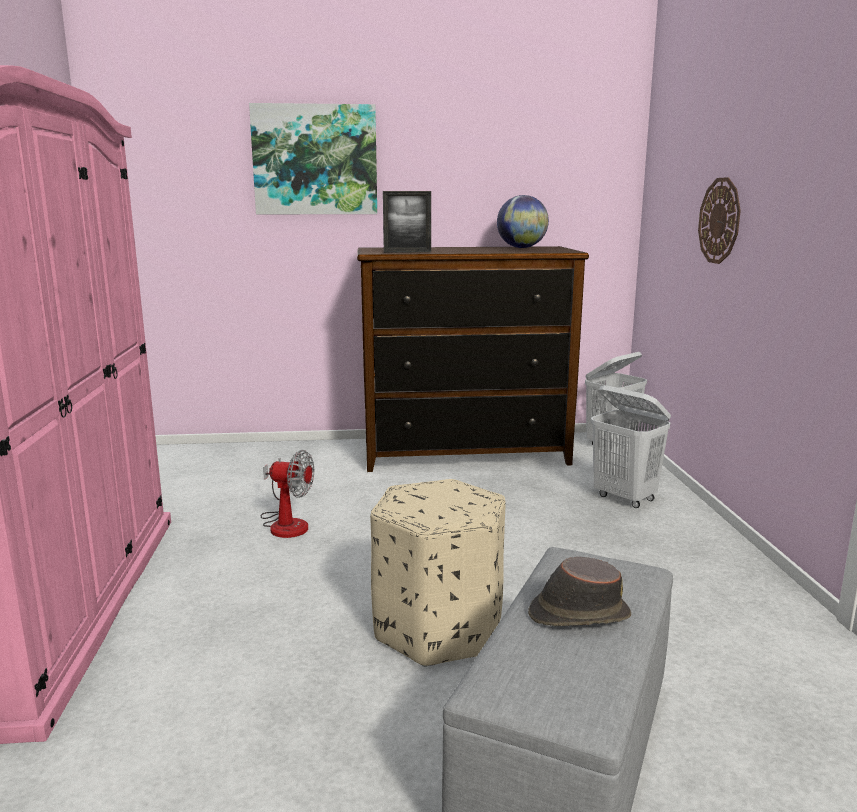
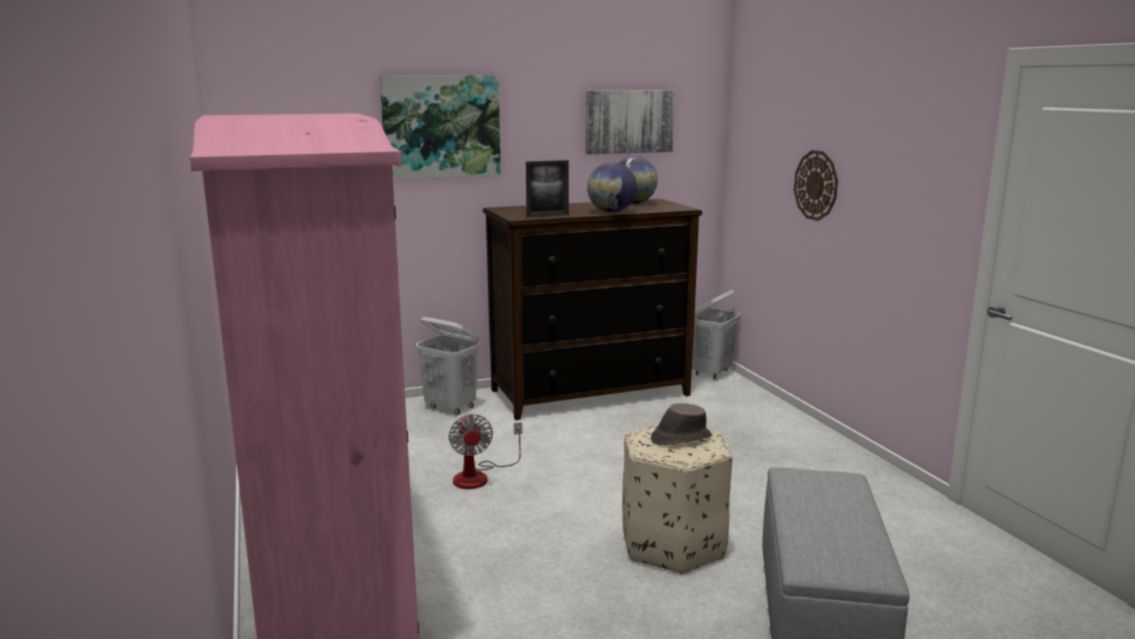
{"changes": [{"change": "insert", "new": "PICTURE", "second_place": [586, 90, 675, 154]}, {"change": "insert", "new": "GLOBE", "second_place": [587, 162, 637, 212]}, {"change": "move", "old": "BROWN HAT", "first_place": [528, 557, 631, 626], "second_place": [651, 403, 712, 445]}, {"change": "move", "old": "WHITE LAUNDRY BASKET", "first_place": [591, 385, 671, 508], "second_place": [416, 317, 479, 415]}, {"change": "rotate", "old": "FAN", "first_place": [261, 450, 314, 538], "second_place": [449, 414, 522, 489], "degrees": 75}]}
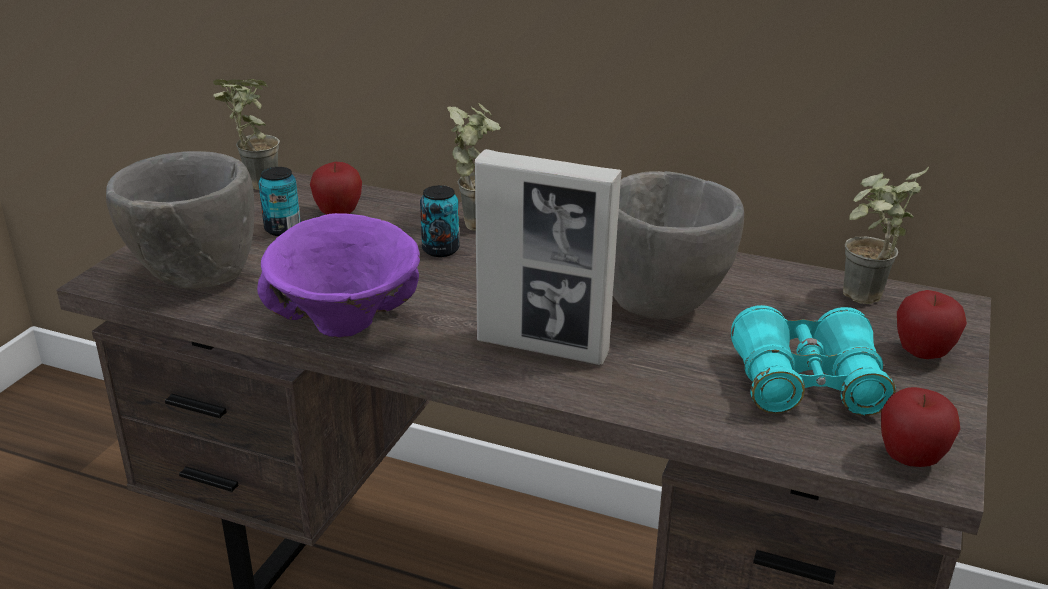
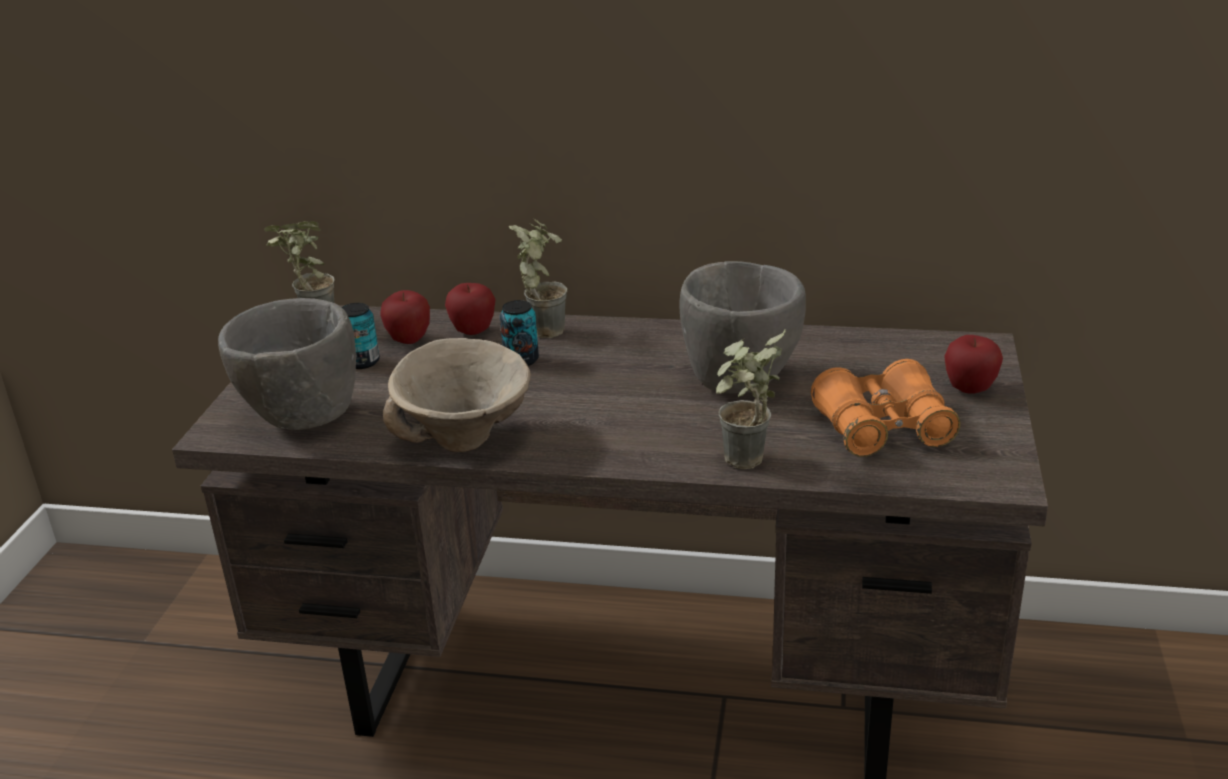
{"changes": [{"change": "delete", "old": "PICTURE FRAME", "first_place": [475, 149, 622, 365]}, {"change": "move", "old": "POTTED PLANT", "first_place": [843, 167, 929, 304], "second_place": [716, 330, 786, 469]}, {"change": "move", "old": "APPLE", "first_place": [881, 387, 960, 467], "second_place": [445, 283, 496, 335]}, {"change": "recolor", "old": "PURPLE BOWL", "new": "BEIGE BOWL", "first_place": [257, 213, 420, 338], "second_place": [383, 338, 531, 452]}, {"change": "recolor", "old": "TURQUOISE BINOCULARS", "new": "ORANGE BINOCULARS", "first_place": [731, 305, 896, 416], "second_place": [811, 359, 960, 457]}]}
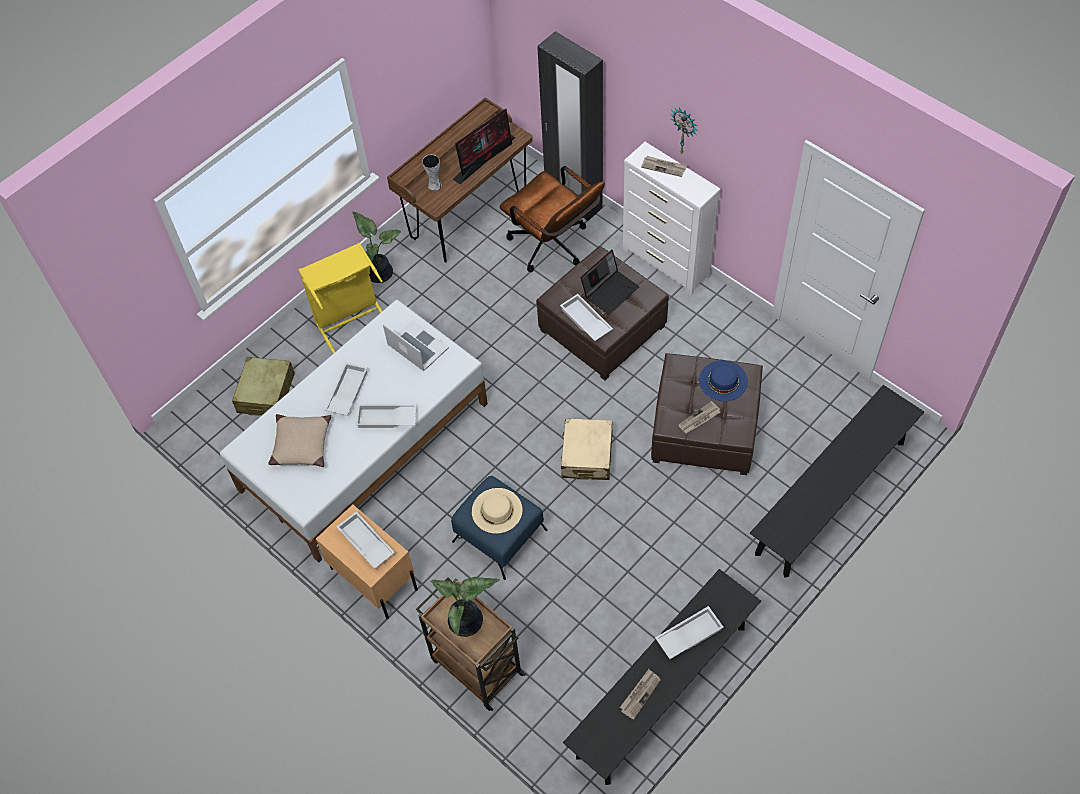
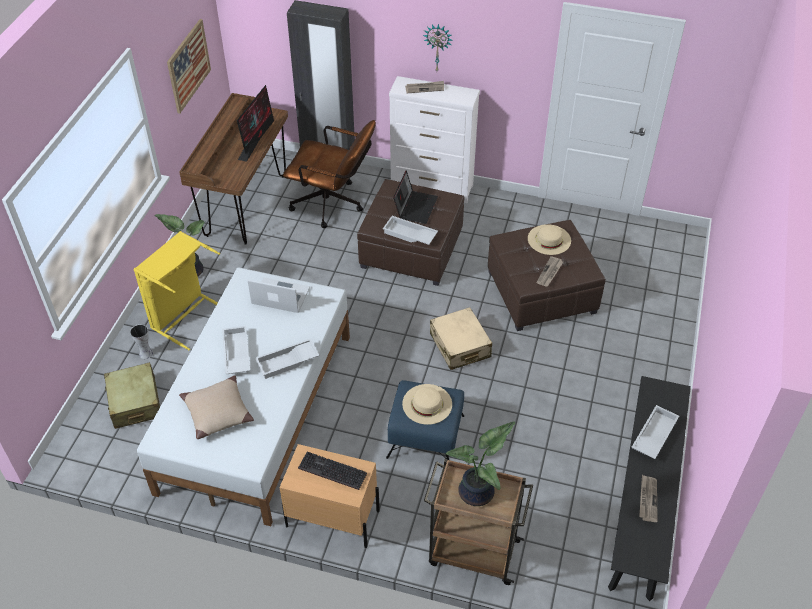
{"changes": [{"change": "delete", "old": "BLACK BENCH", "first_place": [750, 385, 924, 578]}, {"change": "insert", "new": "PICTURE", "second_place": [167, 19, 211, 114]}, {"change": "move", "old": "VASE", "first_place": [422, 154, 442, 191], "second_place": [130, 324, 153, 359]}, {"change": "replace", "old": "WHITE TRAY", "new": "KEYBOARD", "first_place": [337, 511, 395, 569], "second_place": [298, 452, 367, 490]}, {"change": "recolor", "old": "BLUE HAT", "new": "BEIGE HAT", "first_place": [699, 360, 748, 401], "second_place": [528, 224, 571, 255]}]}
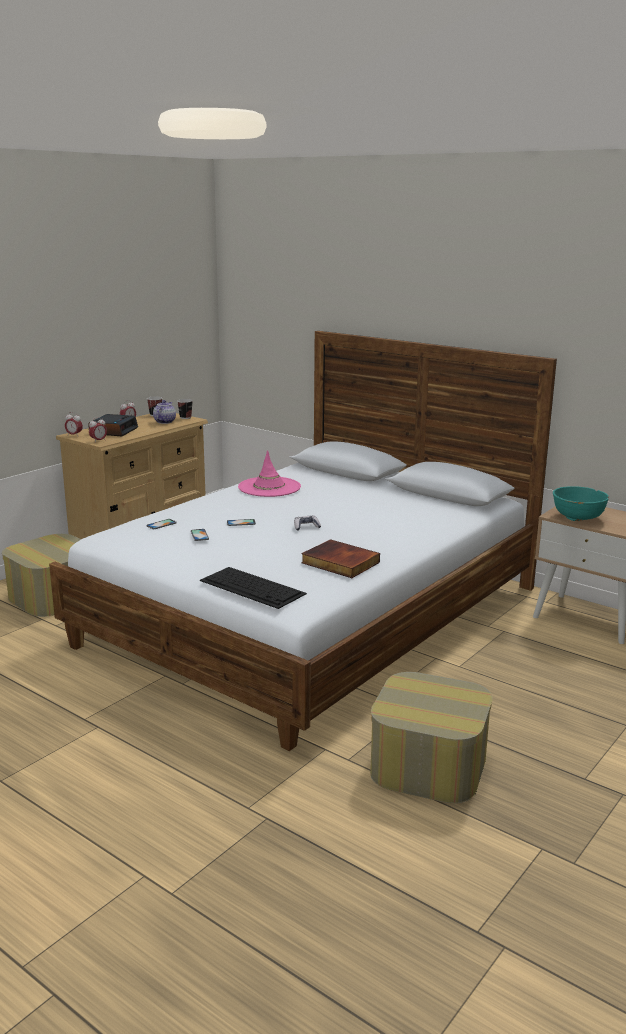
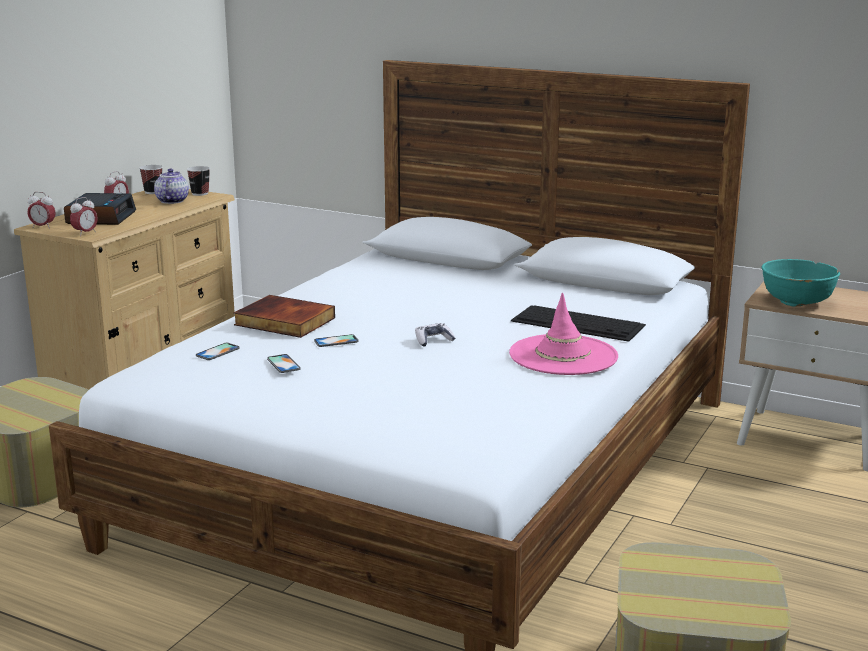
{"changes": [{"change": "move", "old": "KEYBOARD", "first_place": [200, 567, 307, 609], "second_place": [511, 305, 646, 342]}, {"change": "move", "old": "PINK HAT", "first_place": [238, 450, 301, 497], "second_place": [509, 293, 618, 375]}, {"change": "move", "old": "BOOK", "first_place": [301, 539, 380, 578], "second_place": [233, 295, 335, 338]}]}
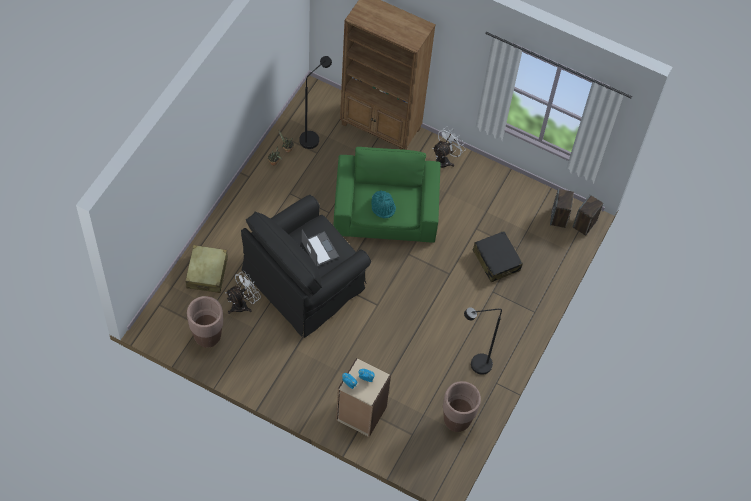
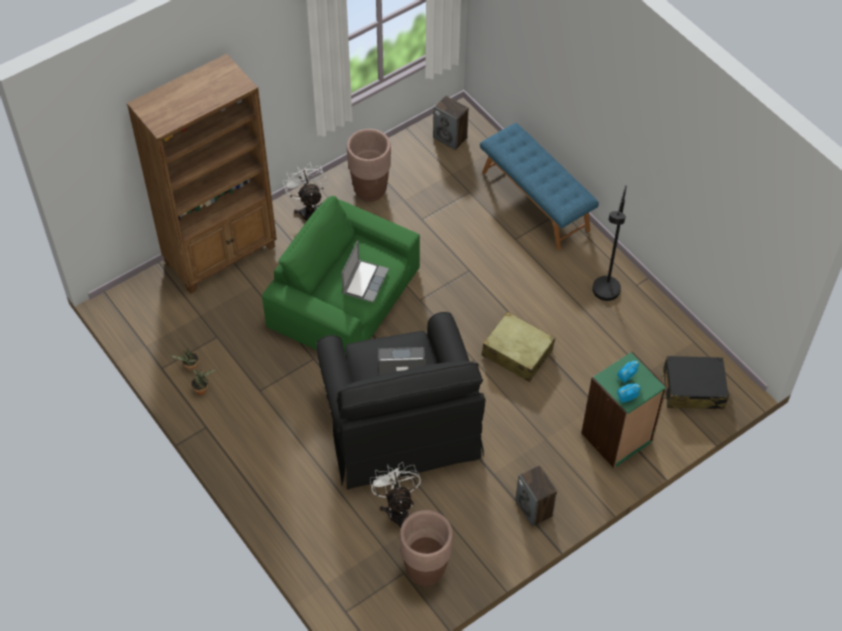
{"changes": [{"change": "delete", "old": "BLACK FLOOR LAMP", "first_place": [299, 56, 332, 149]}, {"change": "insert", "new": "BLUE BENCH", "second_place": [480, 123, 599, 250]}, {"change": "move", "old": "BEIGE SUITCASE", "first_place": [186, 245, 228, 293], "second_place": [482, 312, 555, 382]}, {"change": "move", "old": "BROWN PLANTER", "first_place": [443, 381, 481, 432], "second_place": [347, 129, 391, 202]}, {"change": "move", "old": "BLACK SUITCASE", "first_place": [473, 231, 523, 282], "second_place": [661, 356, 729, 409]}, {"change": "move", "old": "SPEAKER", "first_place": [572, 195, 603, 236], "second_place": [515, 465, 557, 527]}, {"change": "replace", "old": "TURQUOISE HAT", "new": "LAPTOP", "first_place": [371, 190, 396, 218], "second_place": [341, 240, 389, 303]}, {"change": "recolor", "old": "BEIGE BOOKCASE", "new": "GREEN BOOKCASE", "first_place": [336, 358, 391, 437], "second_place": [581, 351, 667, 468]}]}
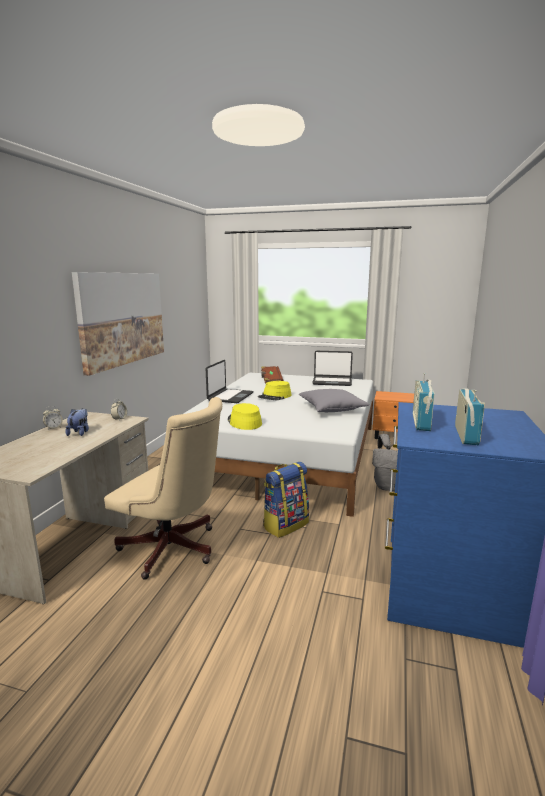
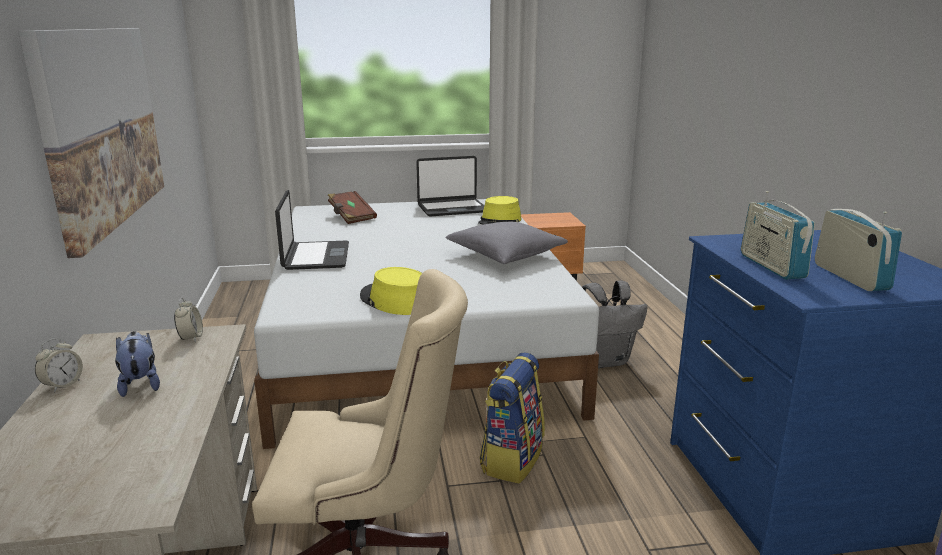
{"changes": [{"change": "move", "old": "YELLOW HAT", "first_place": [258, 381, 292, 400], "second_place": [478, 196, 521, 225]}]}
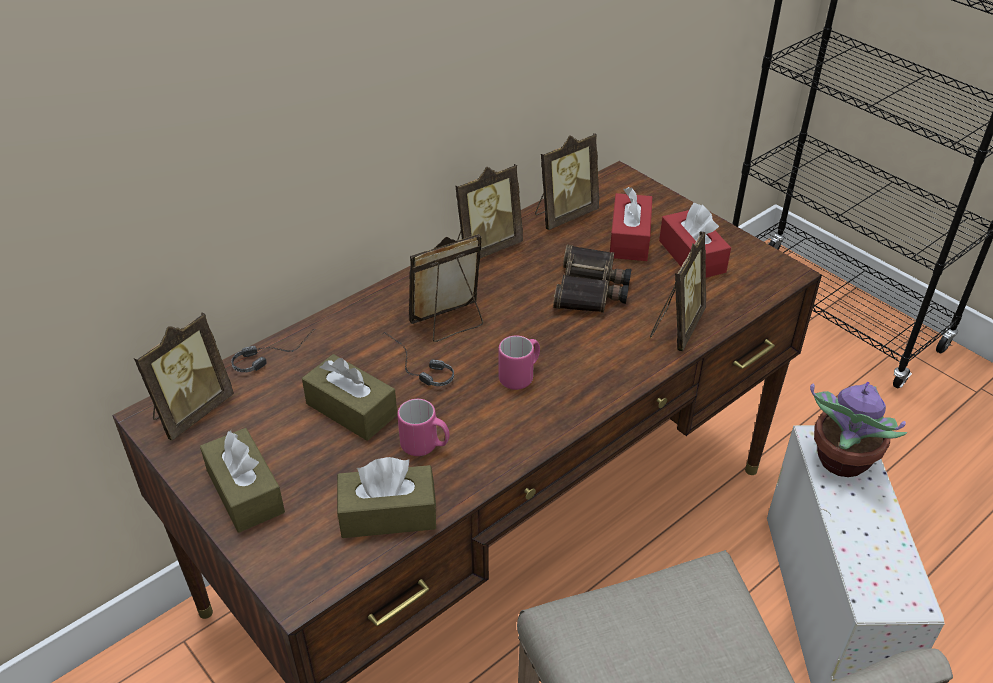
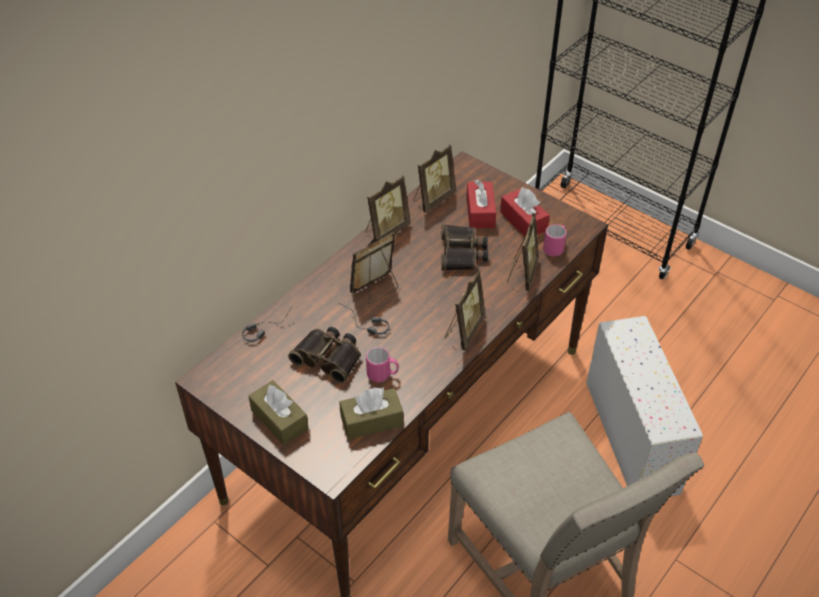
{"changes": [{"change": "delete", "old": "POTTED PLANT", "first_place": [810, 382, 907, 477]}, {"change": "move", "old": "PICTURE FRAME", "first_place": [134, 312, 234, 441], "second_place": [445, 270, 485, 350]}, {"change": "move", "old": "PINK MUG", "first_place": [498, 336, 540, 390], "second_place": [543, 224, 567, 257]}, {"change": "replace", "old": "BROWN TISSUE BOX", "new": "BINOCULARS", "first_place": [302, 354, 397, 441], "second_place": [288, 327, 361, 383]}]}
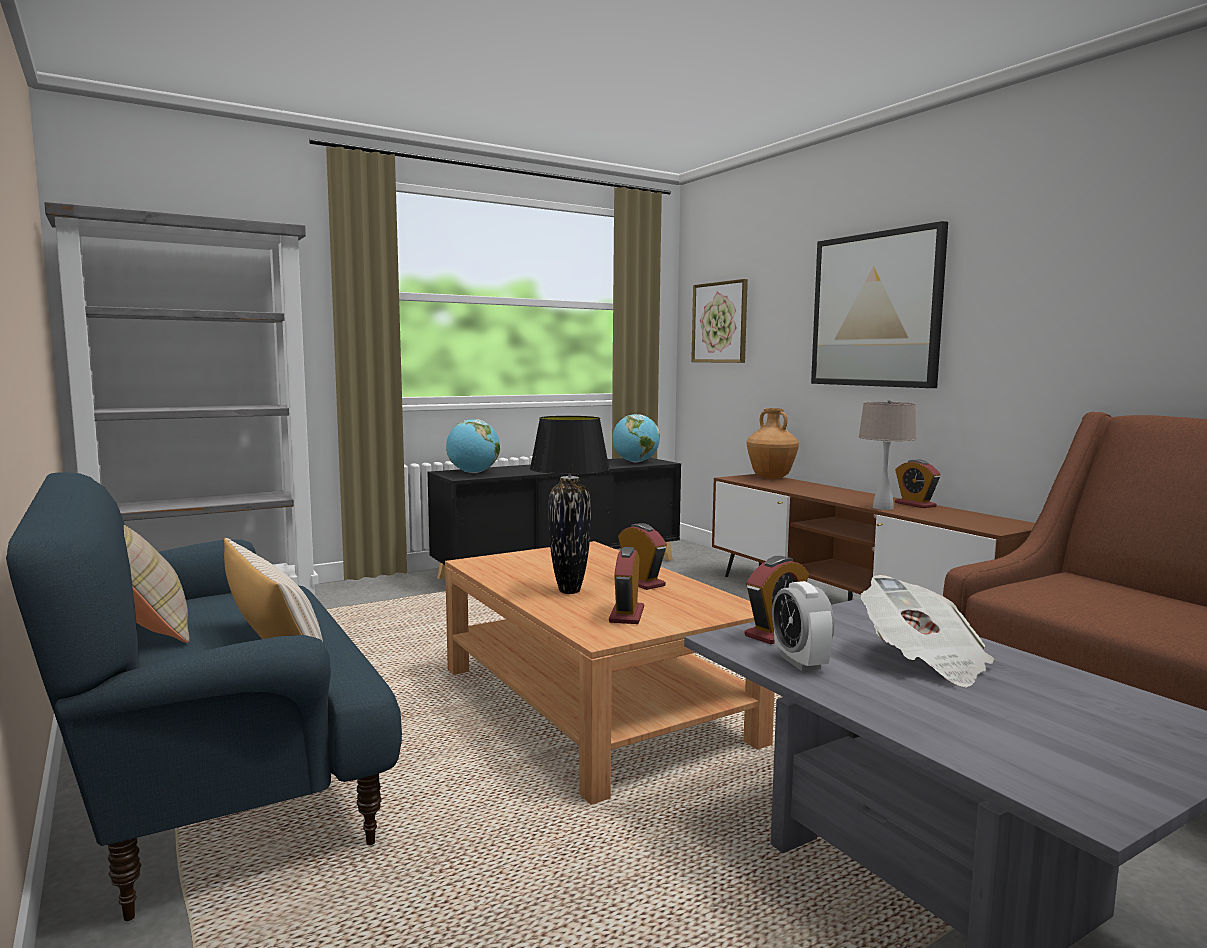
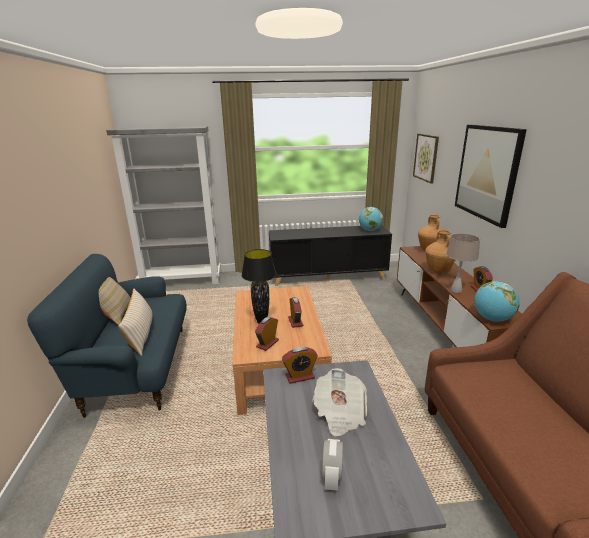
{"changes": [{"change": "insert", "new": "BROWN VASE", "second_place": [425, 230, 455, 273]}, {"change": "move", "old": "GLOBE", "first_place": [446, 419, 500, 473], "second_place": [474, 281, 520, 322]}, {"change": "move", "old": "ALARM CLOCK", "first_place": [772, 581, 834, 671], "second_place": [322, 439, 343, 491]}]}
